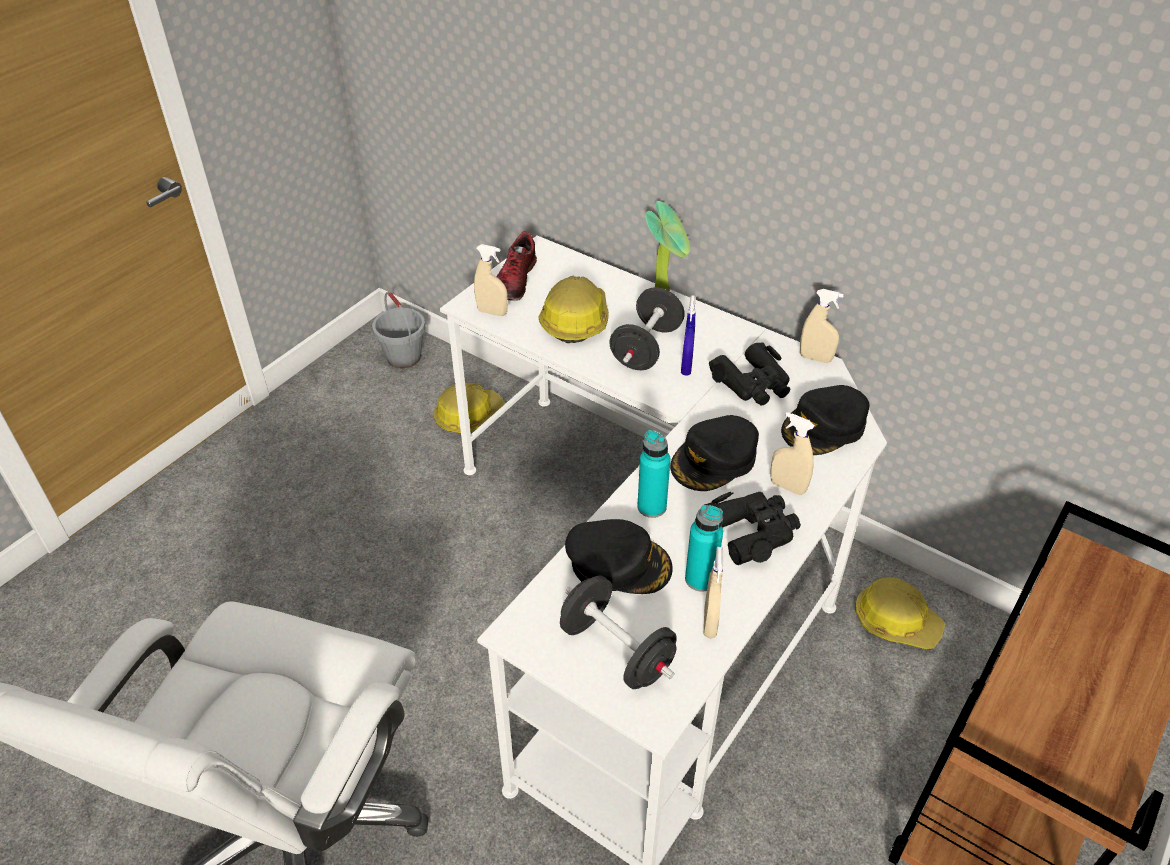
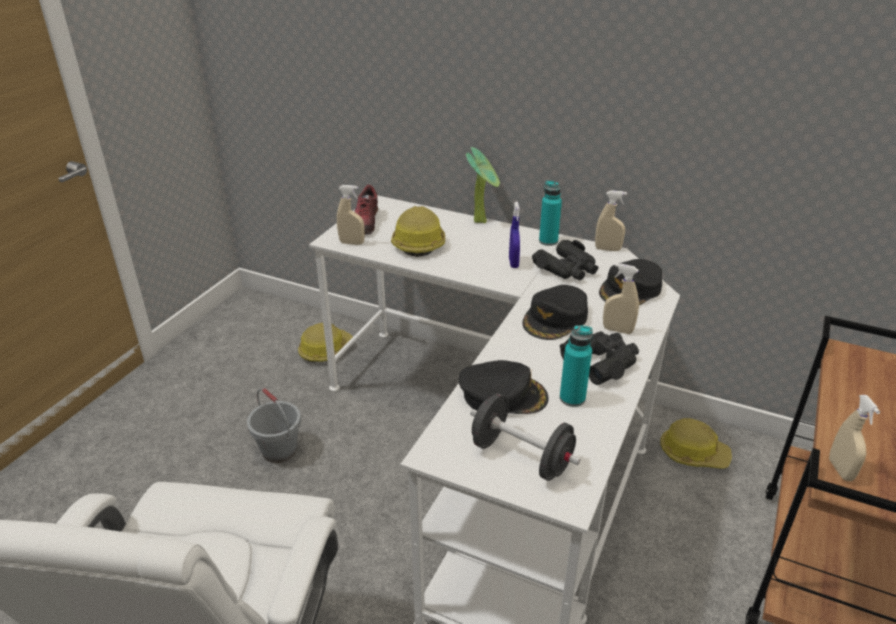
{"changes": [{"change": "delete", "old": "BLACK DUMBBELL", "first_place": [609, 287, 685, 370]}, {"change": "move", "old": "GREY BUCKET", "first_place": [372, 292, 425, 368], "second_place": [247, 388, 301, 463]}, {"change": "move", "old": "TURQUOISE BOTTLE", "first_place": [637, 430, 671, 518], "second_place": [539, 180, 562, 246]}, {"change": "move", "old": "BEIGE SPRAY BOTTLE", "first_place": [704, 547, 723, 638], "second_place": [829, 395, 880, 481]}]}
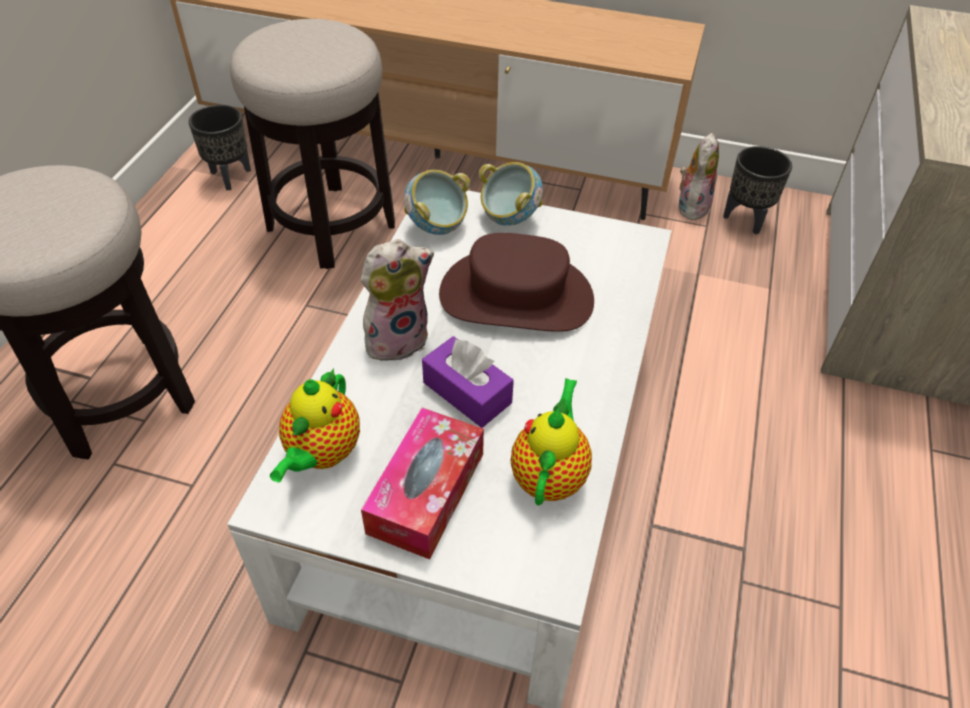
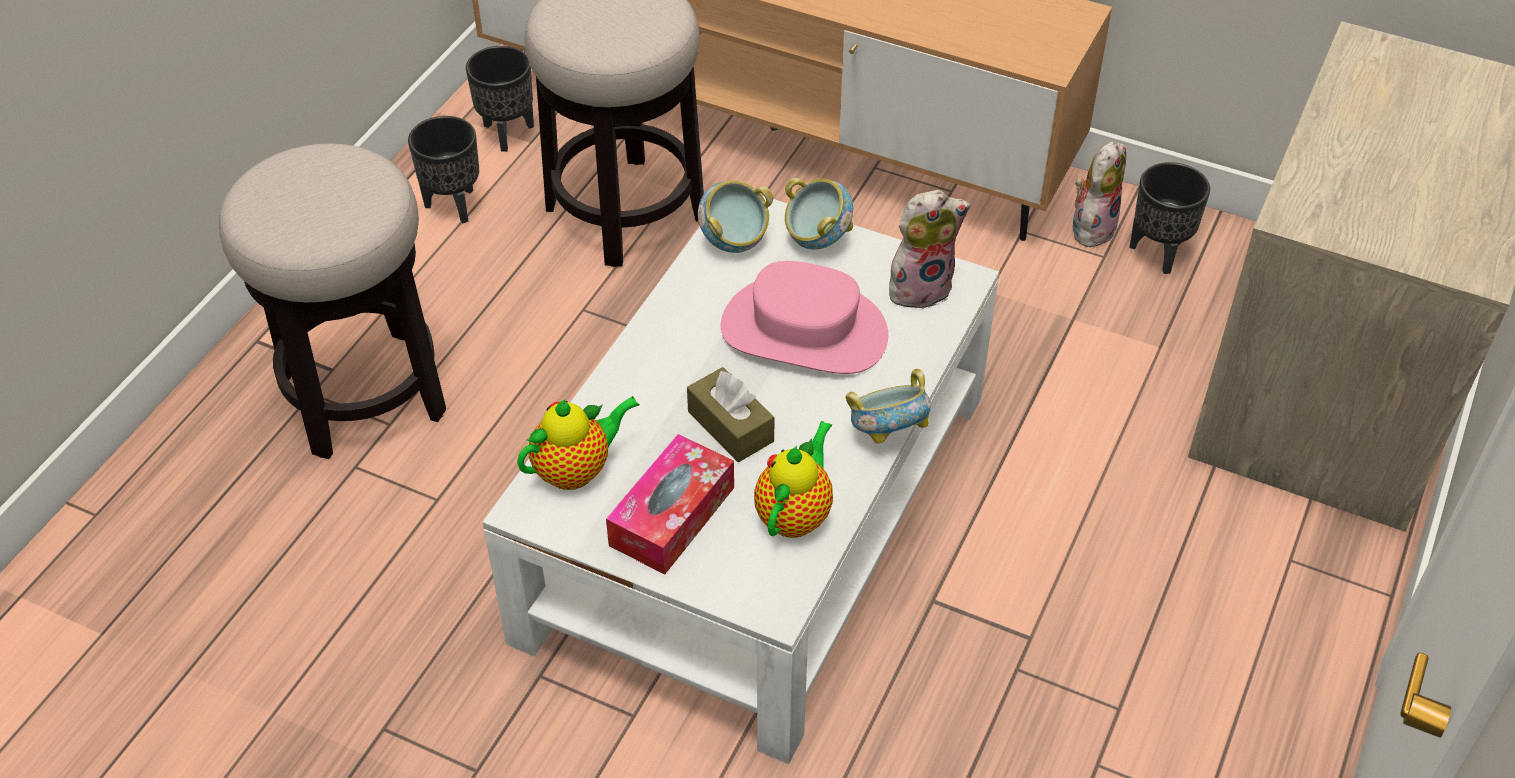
{"changes": [{"change": "insert", "new": "BLACK PLANTER", "second_place": [408, 116, 479, 224]}, {"change": "insert", "new": "BOWL", "second_place": [846, 369, 931, 444]}, {"change": "move", "old": "PLUSH TOY", "first_place": [361, 239, 434, 361], "second_place": [889, 190, 970, 309]}, {"change": "recolor", "old": "PURPLE TISSUE BOX", "new": "BROWN TISSUE BOX", "first_place": [422, 336, 514, 428], "second_place": [687, 367, 775, 462]}, {"change": "recolor", "old": "BROWN HAT", "new": "PINK HAT", "first_place": [439, 233, 594, 332], "second_place": [721, 261, 888, 374]}, {"change": "rotate", "old": "TEAPOT", "first_place": [270, 368, 360, 482], "second_place": [517, 396, 640, 490], "degrees": -150}]}
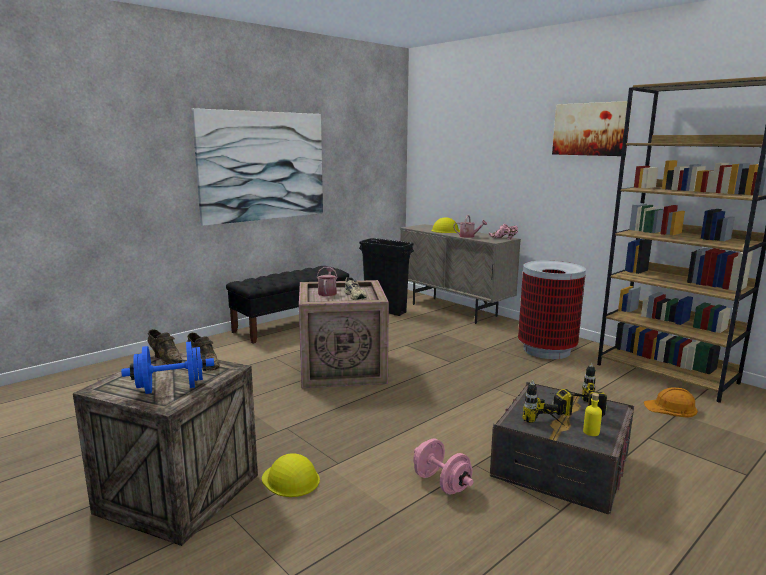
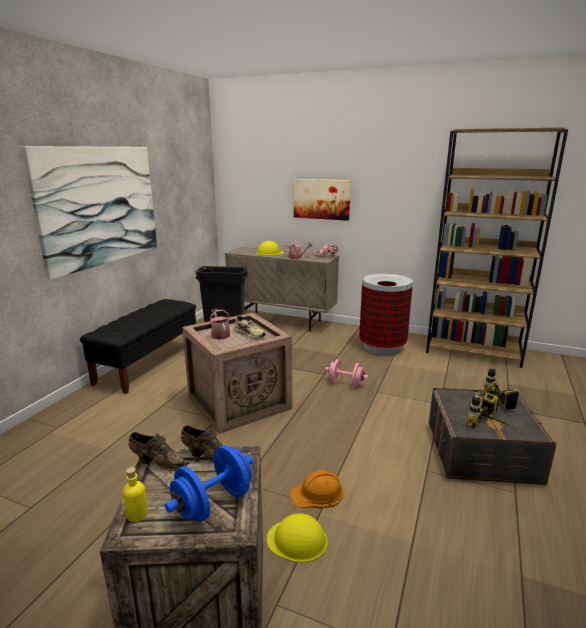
{"changes": [{"change": "move", "old": "PINK DUMBBELL", "first_place": [413, 439, 473, 494], "second_place": [325, 359, 369, 387]}, {"change": "move", "old": "PICTURE", "first_place": [552, 101, 632, 156], "second_place": [294, 179, 351, 221]}, {"change": "move", "old": "YELLOW BOTTLE", "first_place": [583, 393, 602, 436], "second_place": [123, 467, 148, 522]}, {"change": "move", "old": "ORANGE HARD HAT", "first_place": [644, 387, 698, 418], "second_place": [290, 470, 344, 508]}]}
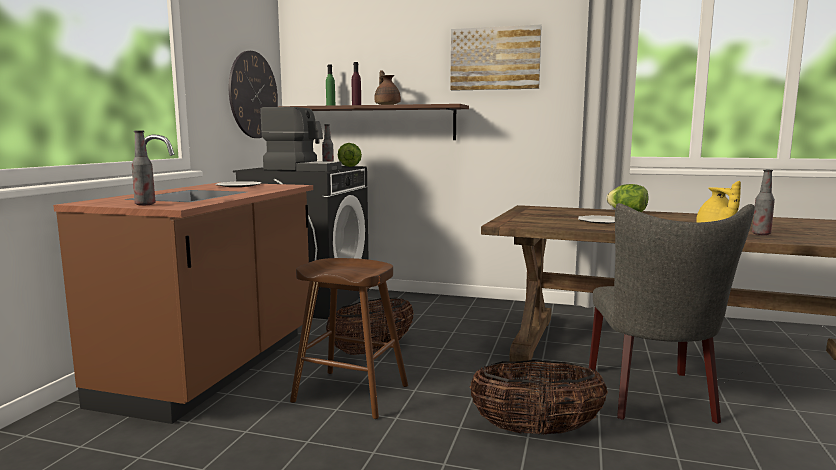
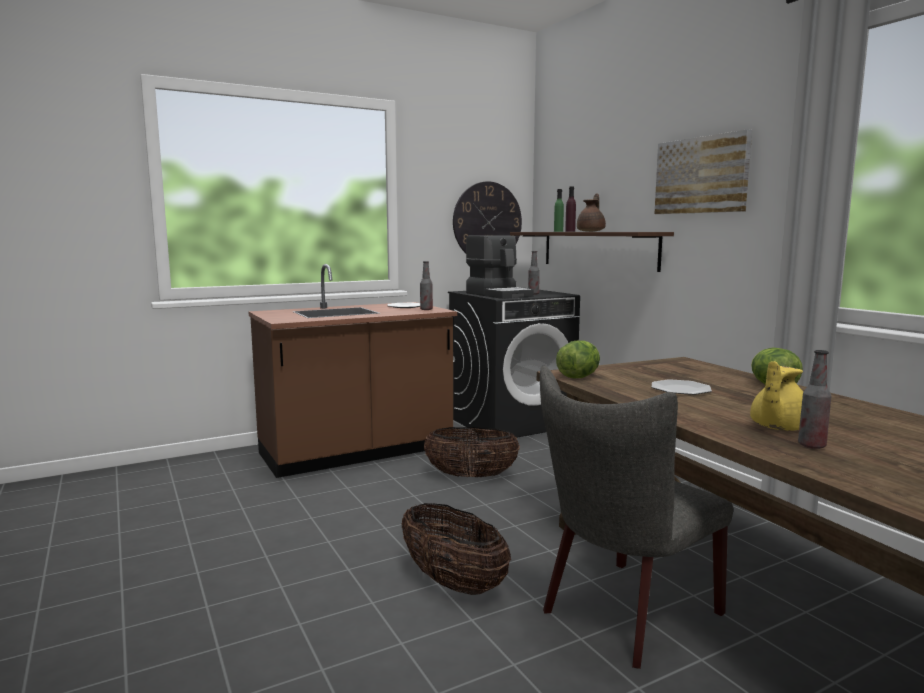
{"changes": [{"change": "delete", "old": "BROWN STOOL", "first_place": [290, 258, 408, 419]}, {"change": "move", "old": "BOTTLE", "first_place": [131, 131, 156, 206], "second_place": [420, 261, 433, 310]}, {"change": "move", "old": "LETTUCE", "first_place": [338, 143, 362, 167], "second_place": [556, 340, 600, 378]}]}
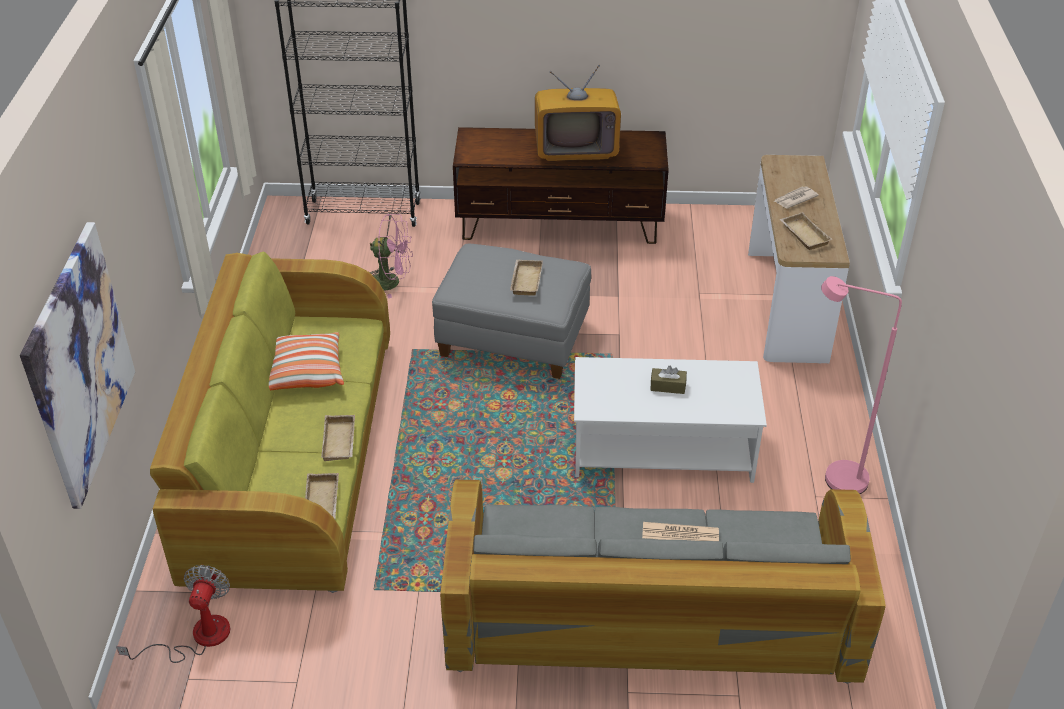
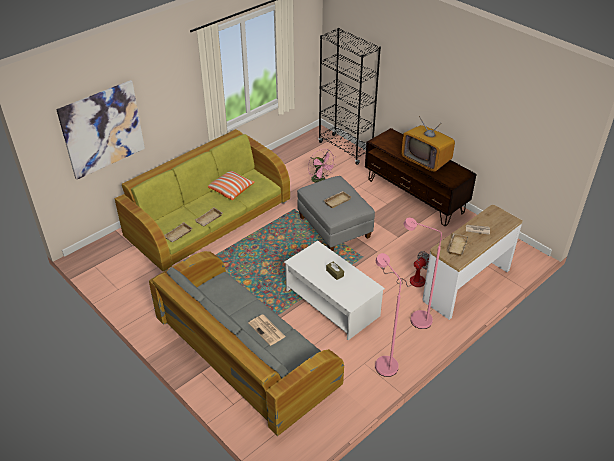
{"changes": [{"change": "insert", "new": "PINK FLOOR LAMP", "second_place": [404, 217, 442, 329]}, {"change": "move", "old": "FAN", "first_place": [116, 565, 230, 663], "second_place": [380, 251, 429, 287]}]}
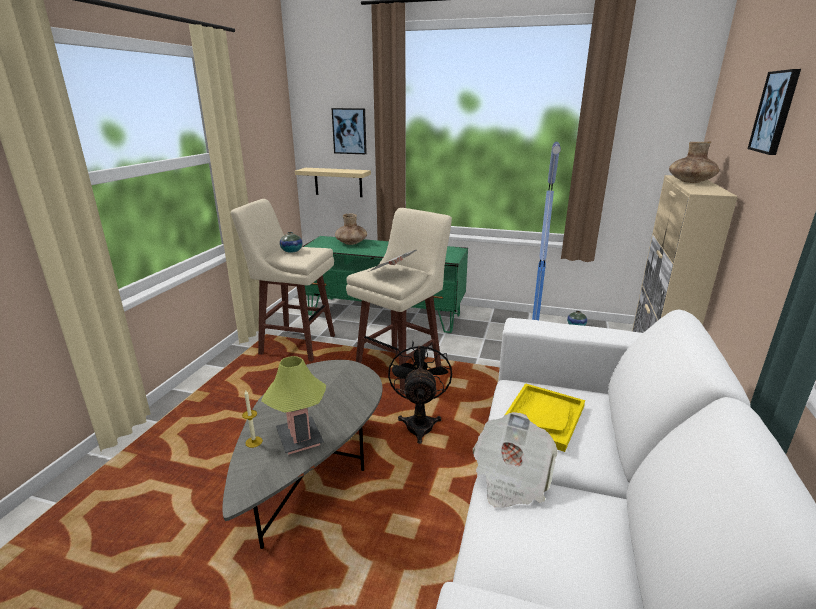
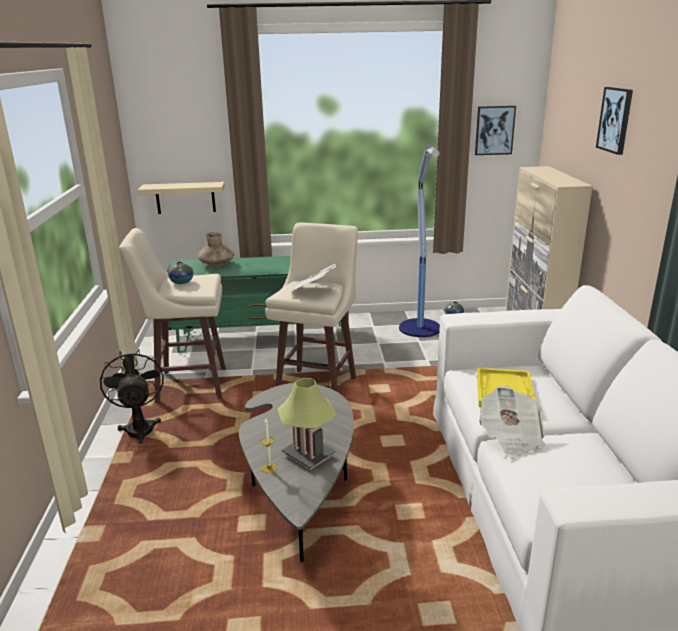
{"changes": [{"change": "delete", "old": "BROWN VASE", "first_place": [669, 142, 719, 183]}, {"change": "move", "old": "PICTURE", "first_place": [331, 108, 367, 154], "second_place": [475, 106, 516, 155]}, {"change": "move", "old": "BLACK FAN", "first_place": [388, 341, 452, 444], "second_place": [100, 349, 164, 444]}]}
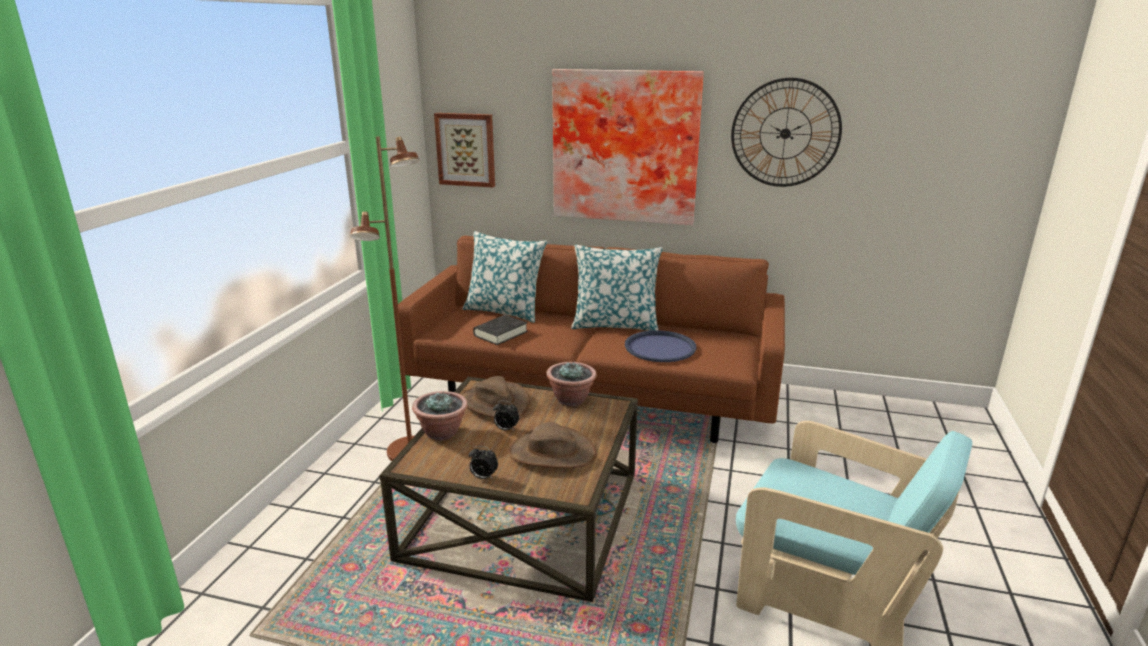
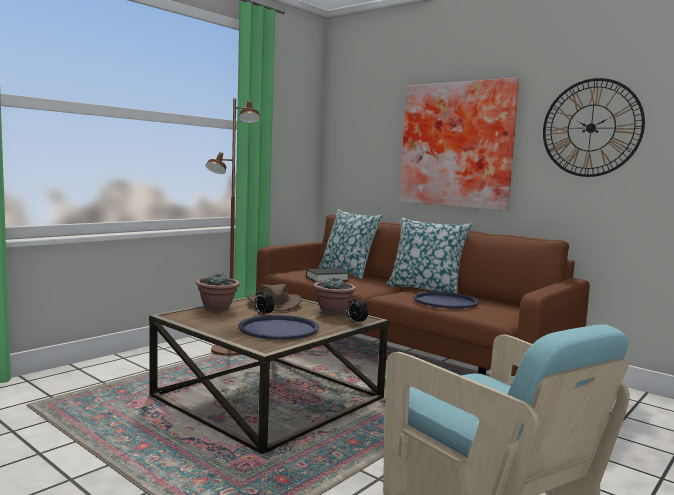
{"changes": [{"change": "delete", "old": "PICTURE", "first_place": [434, 113, 495, 188]}, {"change": "move", "old": "ALARM CLOCK", "first_place": [469, 446, 498, 480], "second_place": [347, 295, 368, 324]}, {"change": "replace", "old": "BROWN HAT", "new": "BLUE TRAY", "first_place": [508, 422, 597, 468], "second_place": [239, 315, 319, 340]}]}
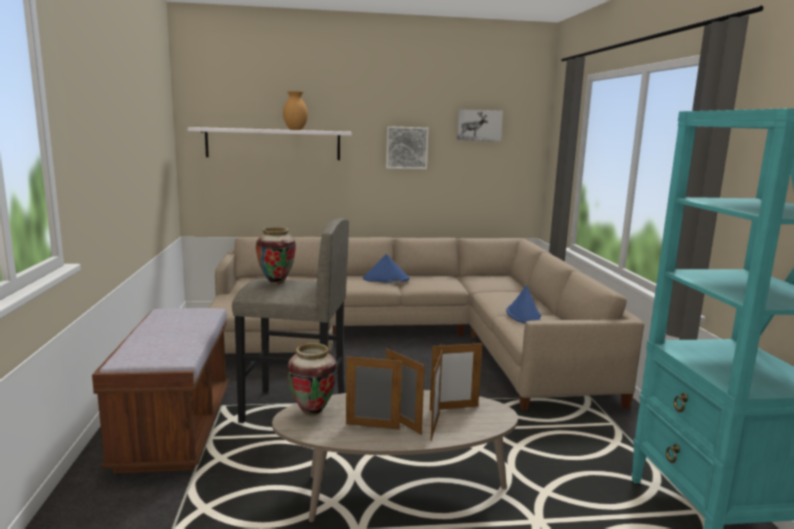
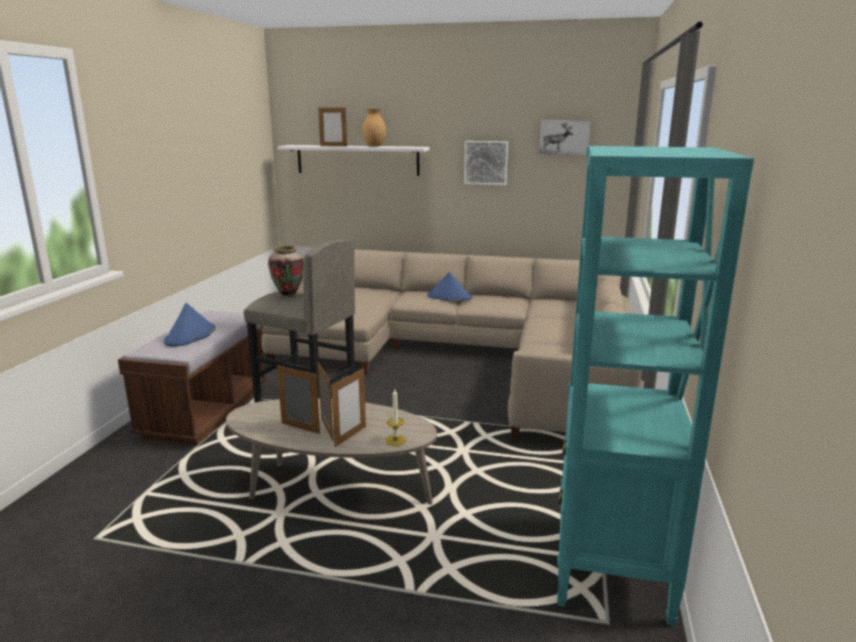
{"changes": [{"change": "delete", "old": "VASE", "first_place": [287, 343, 337, 416]}, {"change": "insert", "new": "CANDLE", "second_place": [385, 389, 406, 446]}, {"change": "move", "old": "PICTURE FRAME", "first_place": [430, 341, 483, 411], "second_place": [318, 106, 347, 146]}, {"change": "move", "old": "BLUE HAT", "first_place": [506, 285, 541, 323], "second_place": [164, 303, 216, 347]}]}
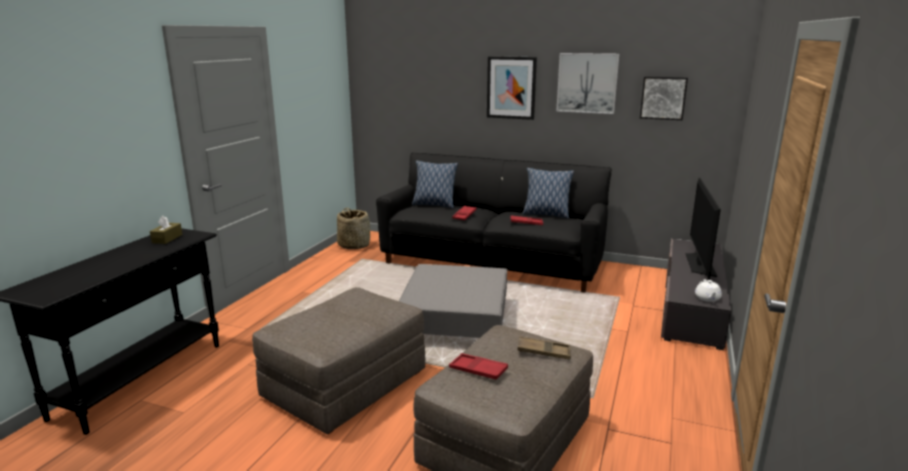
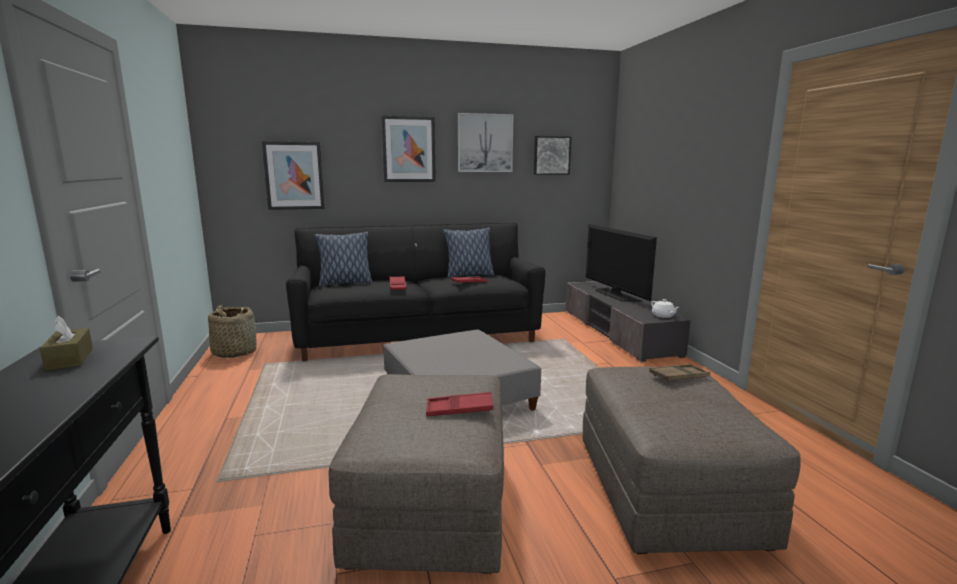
{"changes": [{"change": "insert", "new": "PICTURE", "second_place": [262, 141, 325, 210]}, {"change": "move", "old": "RED TRAY", "first_place": [449, 353, 508, 379], "second_place": [426, 392, 493, 416]}]}
